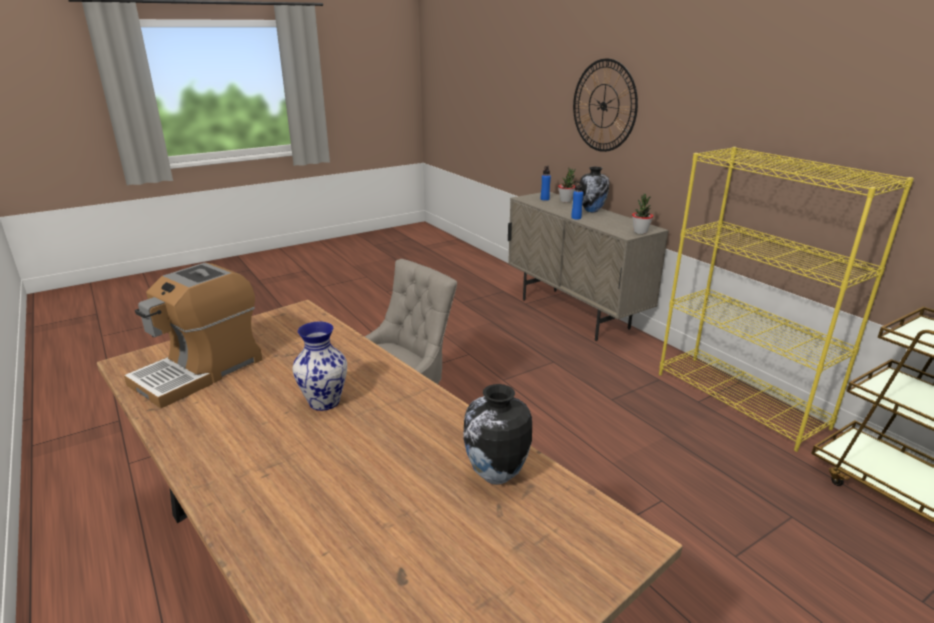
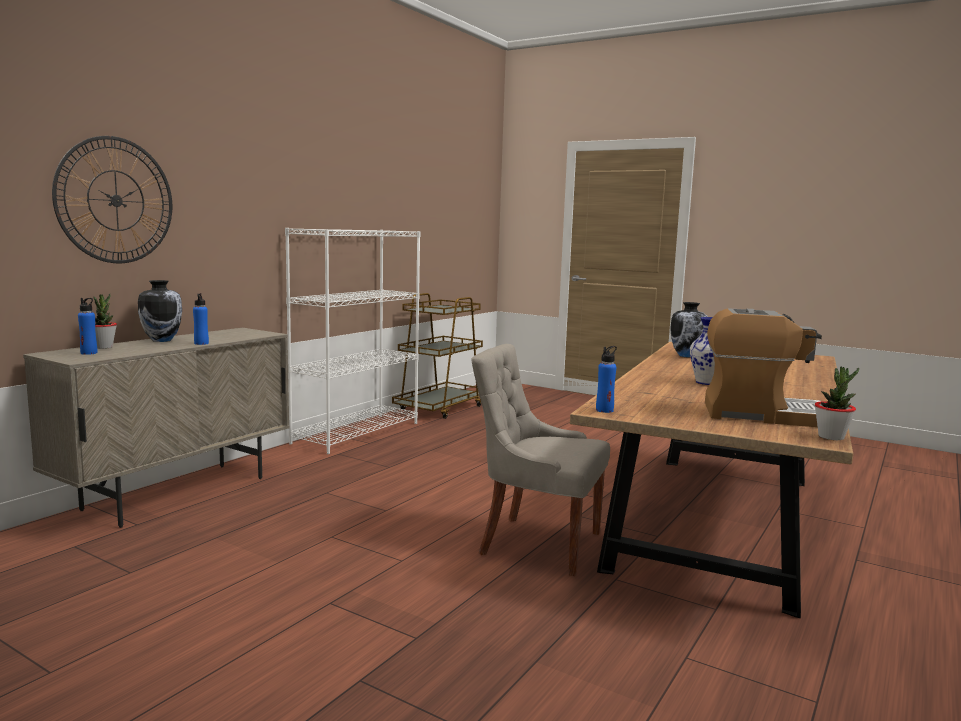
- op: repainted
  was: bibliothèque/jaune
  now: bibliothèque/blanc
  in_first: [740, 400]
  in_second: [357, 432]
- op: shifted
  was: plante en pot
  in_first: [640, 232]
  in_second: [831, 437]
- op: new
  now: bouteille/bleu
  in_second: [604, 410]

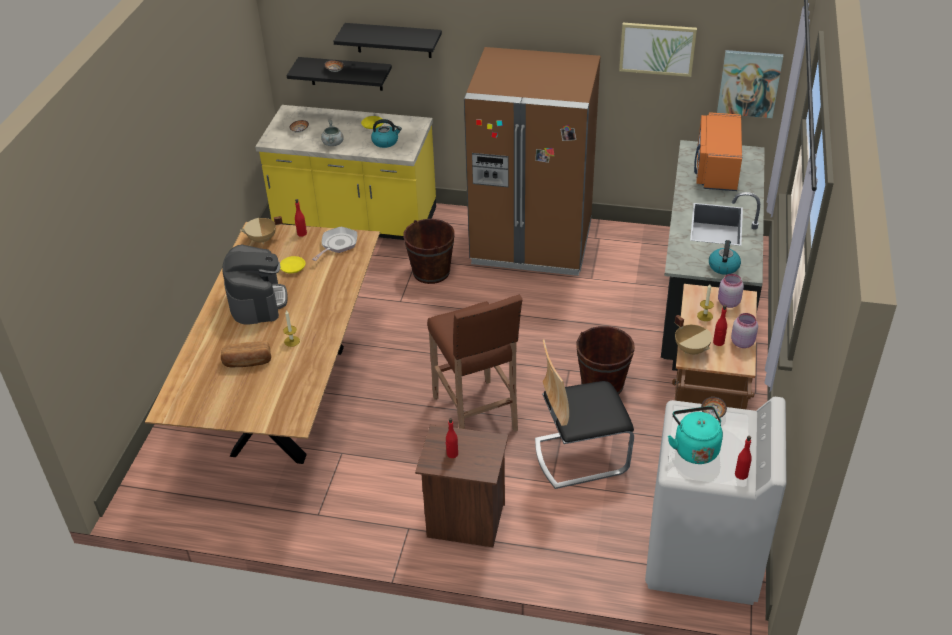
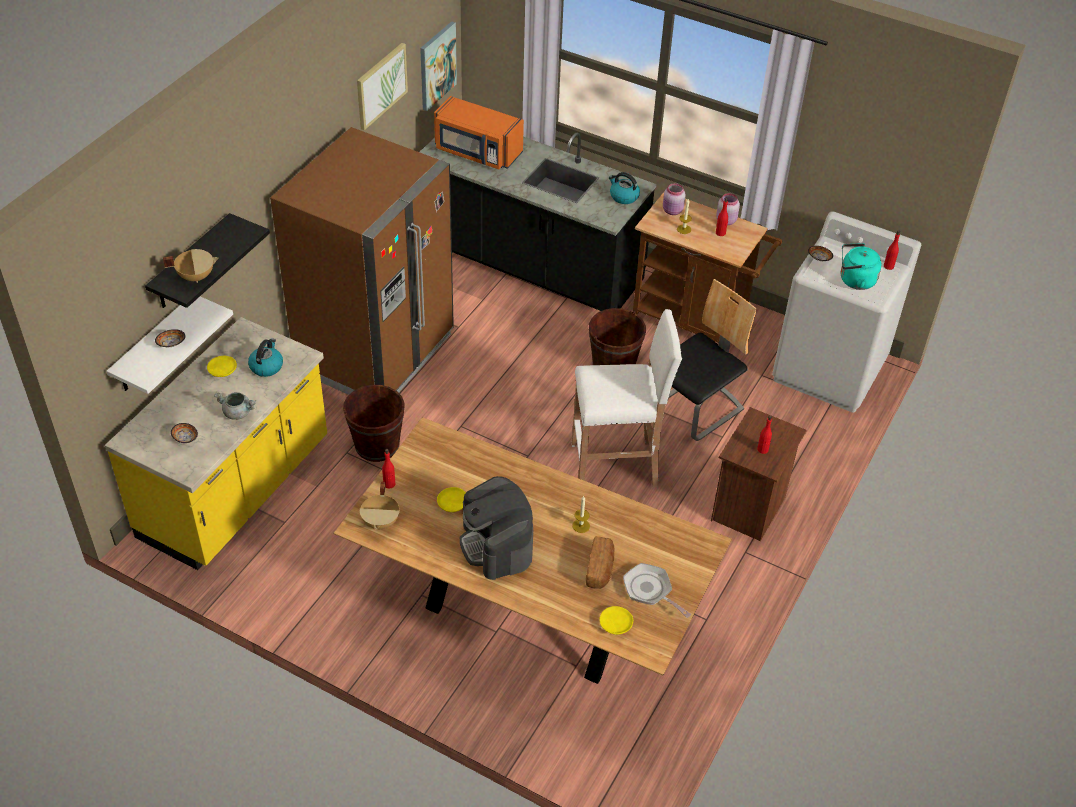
- op: repainted
  was: étagère/noir
  now: étagère/blanc
  in_first: [346, 74]
  in_second: [154, 345]
- op: shifted
  was: poêle
  in_first: [337, 245]
  in_second: [650, 590]
- op: rotated
  was: machine à café
  in_first: [257, 300]
  in_second: [497, 544]
  clockwise: -120
- op: repainted
  was: tabouret/marron
  now: tabouret/blanc
  in_first: [476, 415]
  in_second: [616, 466]
- op: shifted
  was: marmite/beige
  in_first: [691, 349]
  in_second: [196, 276]
- op: rotated
  was: chaise
  in_first: [580, 455]
  in_second: [696, 408]
  clockwise: -135
- op: new
  now: assiette/jaune
  in_second: [615, 624]

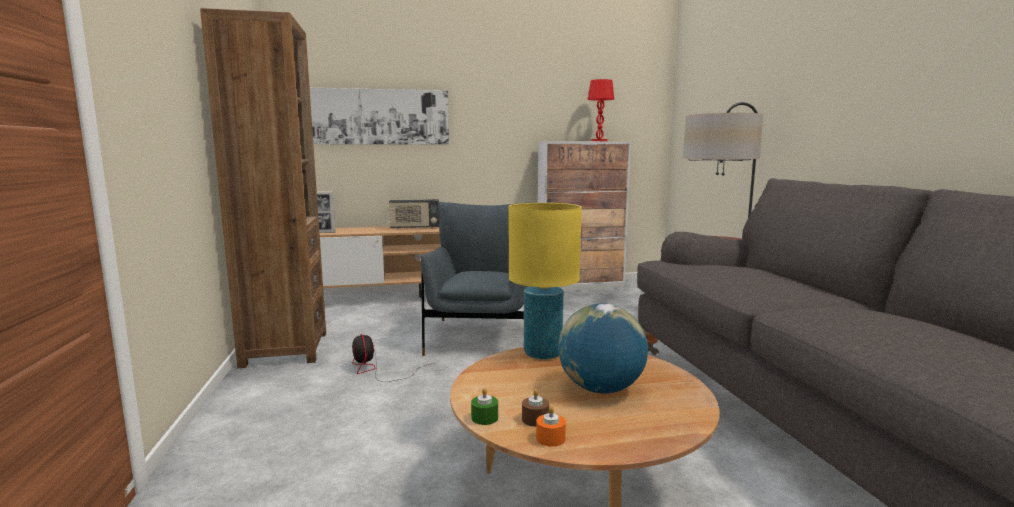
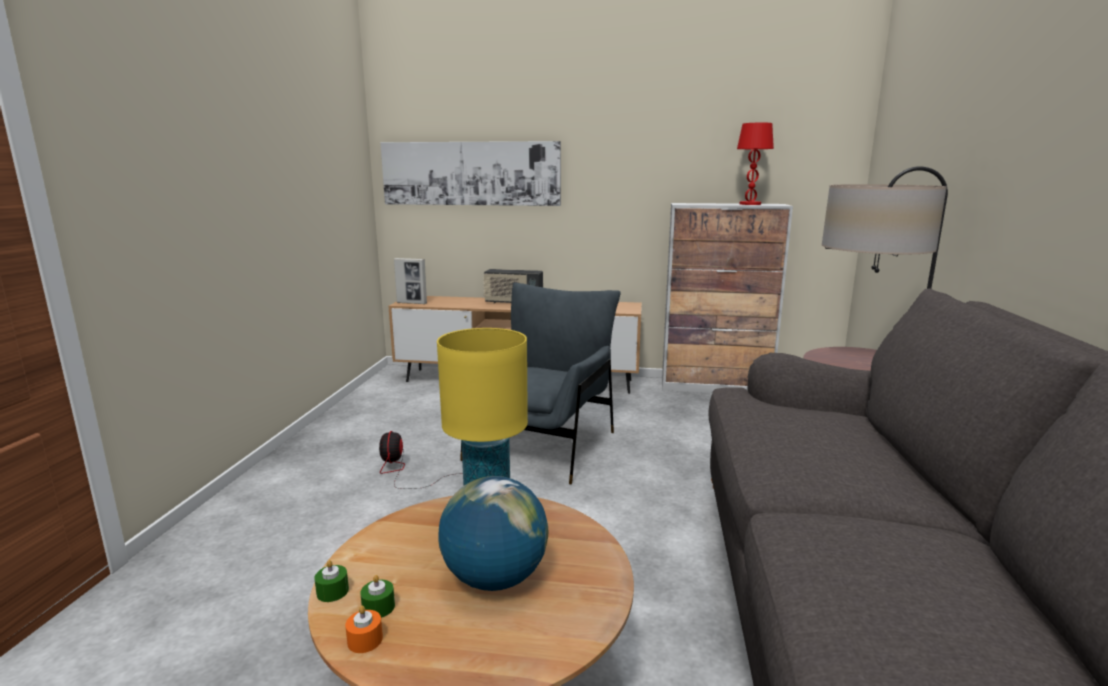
- op: gone
  was: bibliothèque/marron
  in_first: [285, 349]
- op: repainted
  was: bougie/marron
  now: bougie/vert
  in_first: [535, 419]
  in_second: [378, 607]

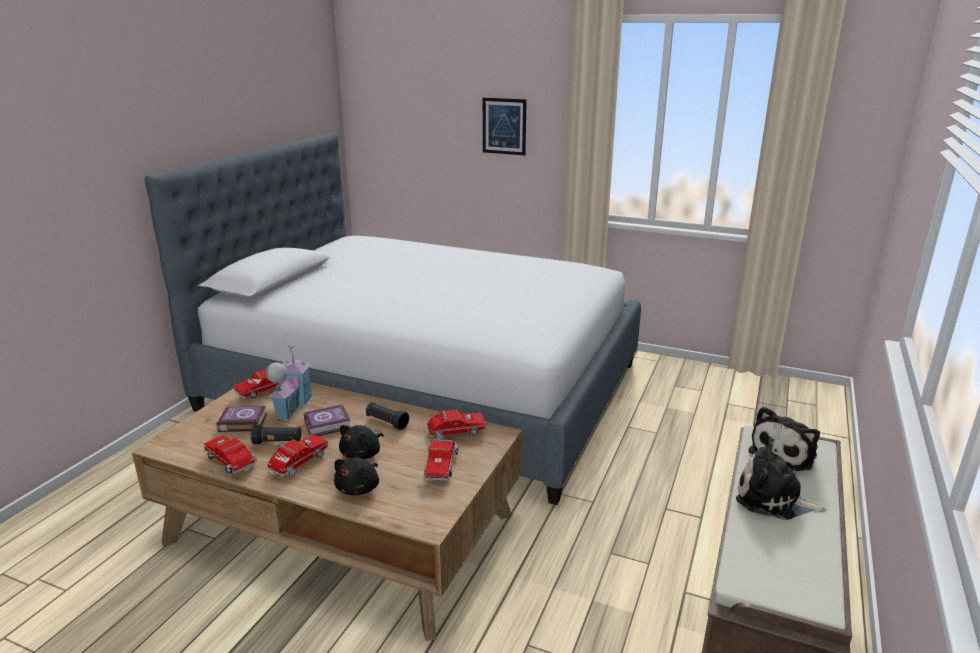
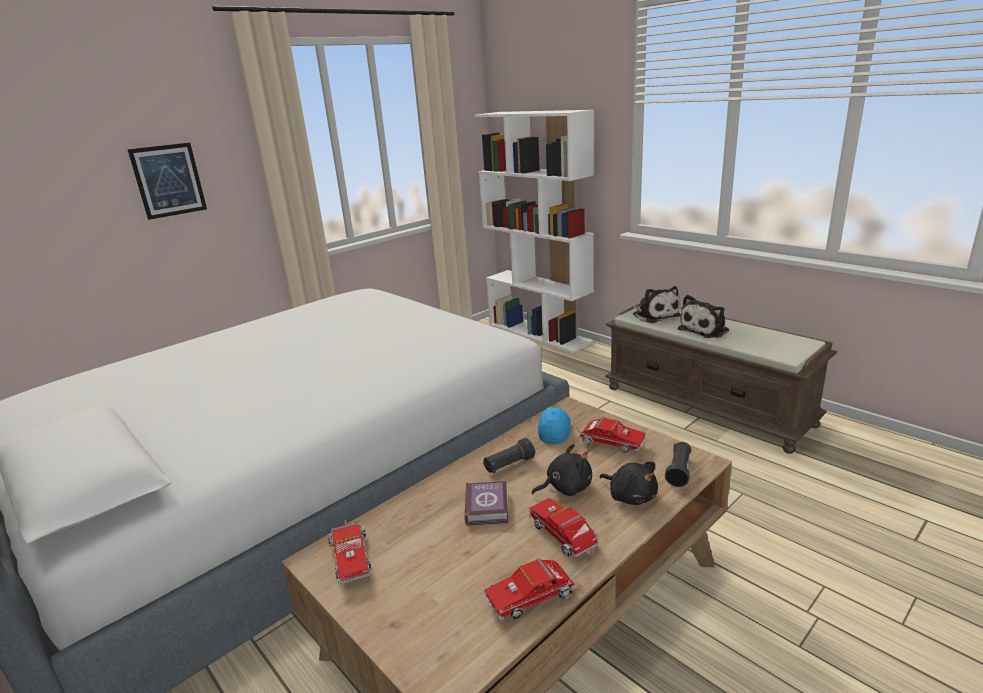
- op: gone
  was: maison miniature
  in_first: [291, 406]
- op: gone
  was: livre
  in_first: [242, 422]
- op: swapped
  was: camion jouet
  now: casquette/bleu
  in_first: [453, 433]
  in_second: [554, 429]
- op: shifted
  was: lampe de poche/noir
  in_first: [278, 442]
  in_second: [679, 471]
- op: rotated
  was: peluche/noir
  in_first: [362, 454]
  in_second: [566, 487]
  clockwise: -75
- op: new
  now: bibliothèque/blanc
  in_second: [540, 333]

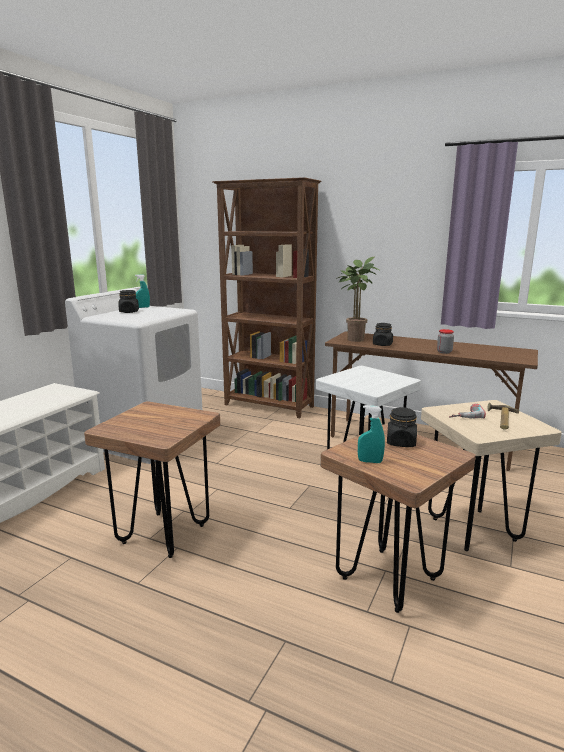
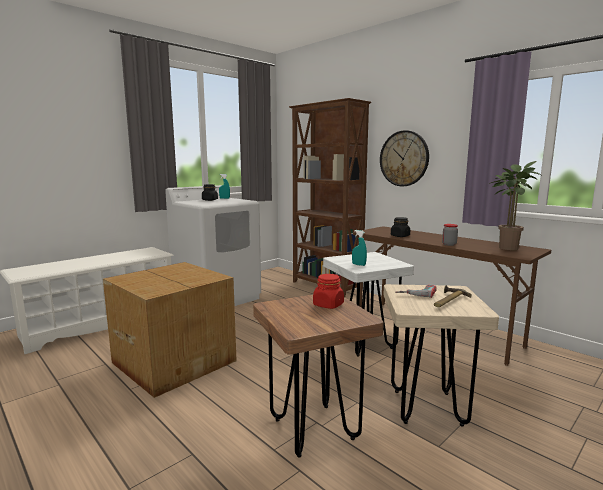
- op: shifted
  was: plante en pot
  in_first: [354, 339]
  in_second: [507, 247]
- op: swapped
  was: tabouret/marron
  now: carton
  in_first: [164, 534]
  in_second: [175, 361]
- op: shifted
  was: vaporisateur/turquoise
  in_first: [370, 461]
  in_second: [358, 265]
- op: repainted
  was: bocal/noir
  now: bocal/rouge
  in_first: [401, 442]
  in_second: [328, 305]
- op: new
  now: horloge murale
  in_second: [404, 158]

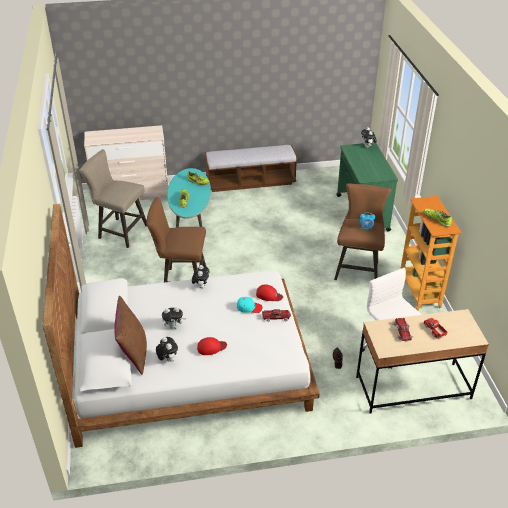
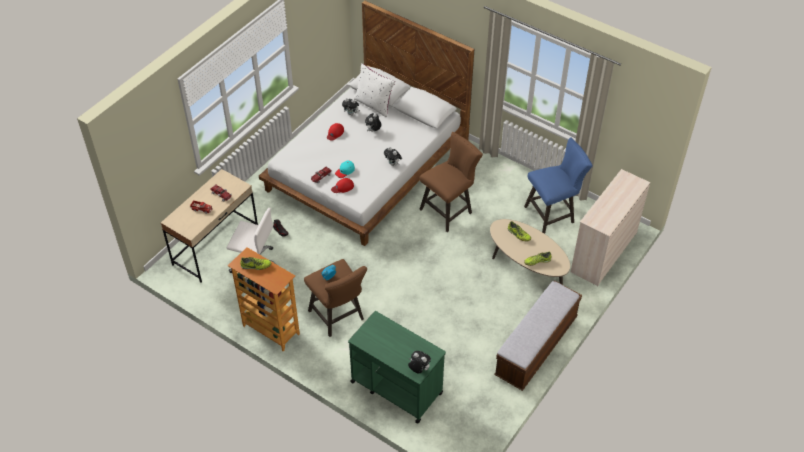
- op: repainted
  was: tabouret/beige
  now: tabouret/bleu
  in_first: [119, 231]
  in_second: [552, 214]
- op: repainted
  was: table basse/turquoise
  now: table basse/beige
  in_first: [190, 216]
  in_second: [526, 268]
- op: repainted
  was: coussin/marron
  now: coussin/blanc
  in_first: [133, 353]
  in_second: [374, 104]

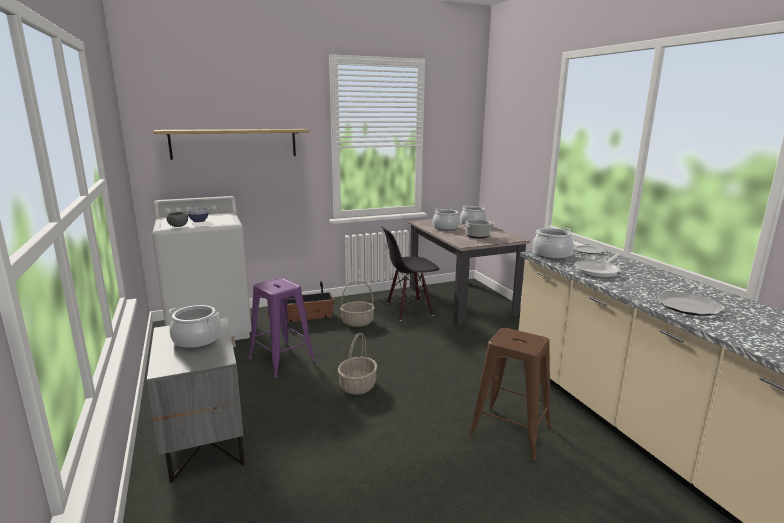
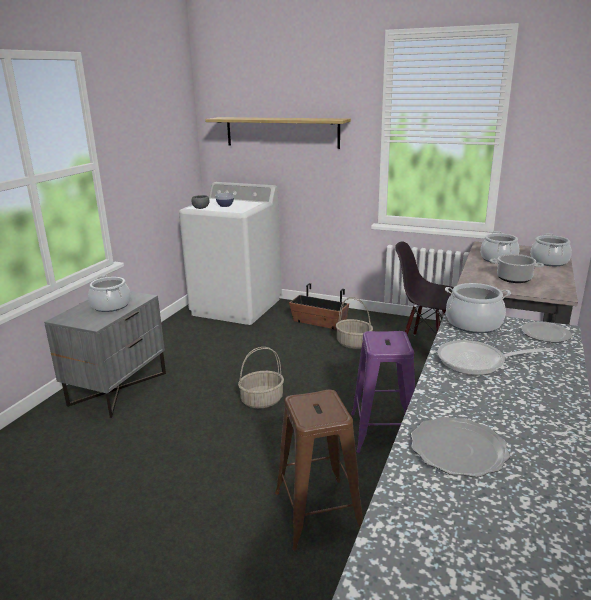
- op: shifted
  was: tabouret/violet
  in_first: [282, 360]
  in_second: [383, 432]

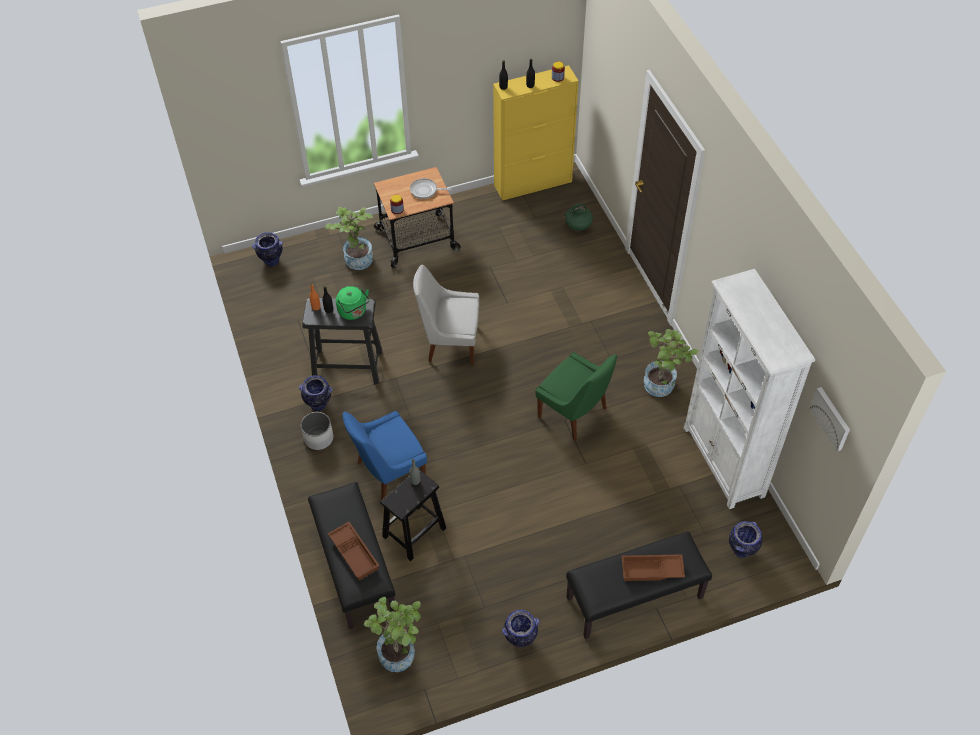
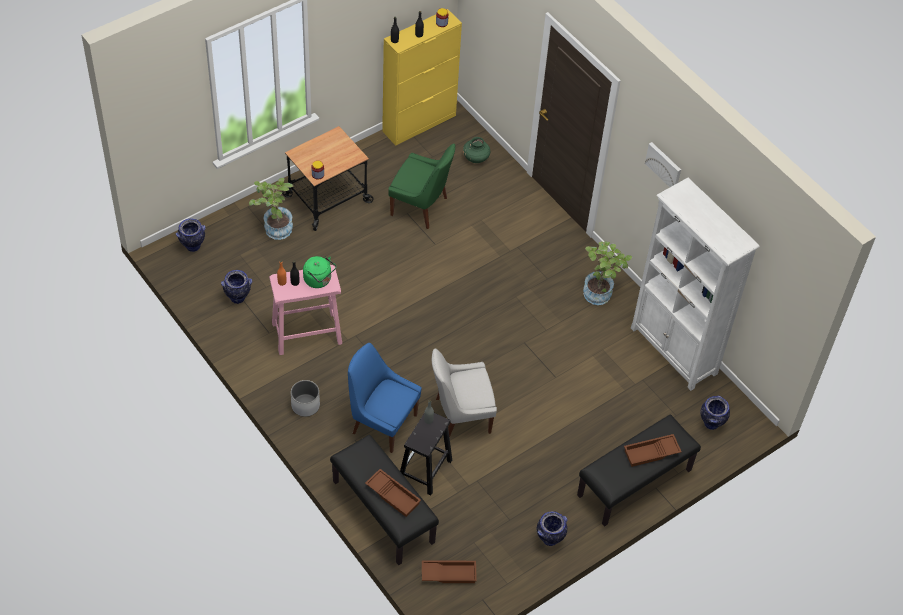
- op: gone
  was: poêle
  in_first: [425, 190]
- op: shifted
  was: chaise/blanc
  in_first: [450, 343]
  in_second: [460, 416]
- op: repainted
  was: tabouret/noir
  now: tabouret/rose
  in_first: [347, 366]
  in_second: [306, 333]
- op: shifted
  was: chaise/vert
  in_first: [574, 414]
  in_second: [421, 207]
- op: shifted
  was: vase
  in_first: [319, 405]
  in_second: [238, 298]
- op: shifted
  was: tableau
  in_first: [831, 418]
  in_second: [664, 165]
- op: rotated
  was: chaise/bleu
  in_first: [388, 473]
  in_second: [382, 423]
  clockwise: 75
- op: swapped
  was: plante en pot
  now: plateau/marron
  in_first: [399, 651]
  in_second: [449, 573]

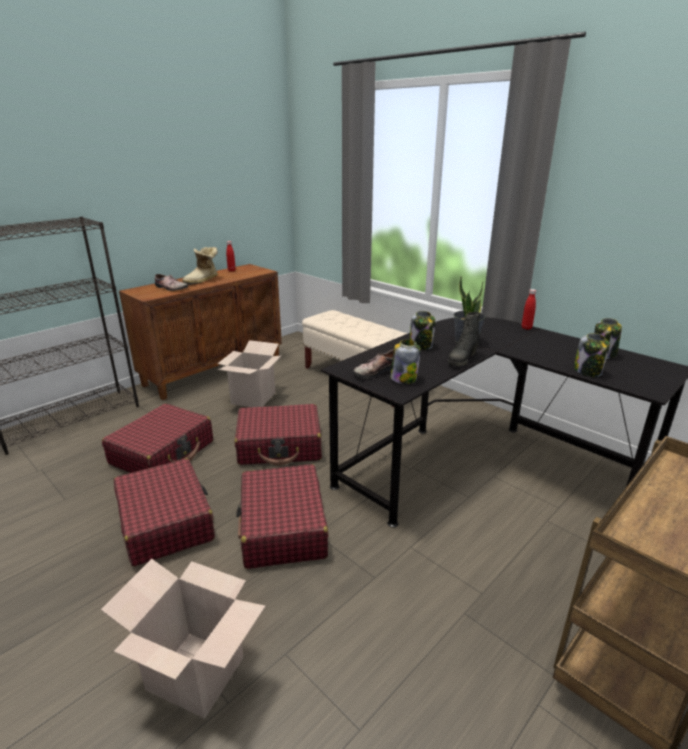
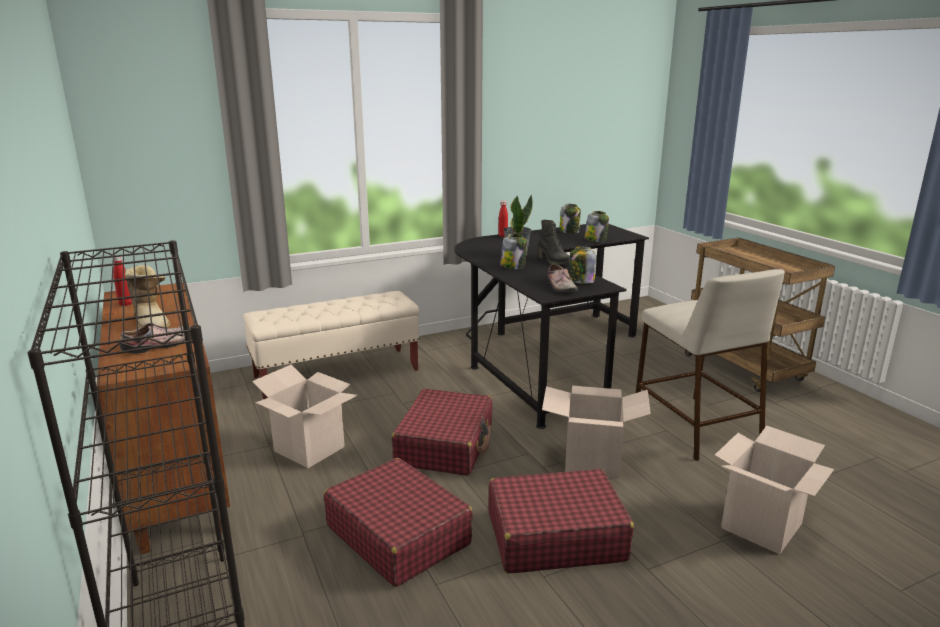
- op: swapped
  was: valise/rouge
  now: carton
  in_first: [283, 527]
  in_second: [591, 462]
- op: new
  now: tabouret/beige
  in_second: [694, 426]

